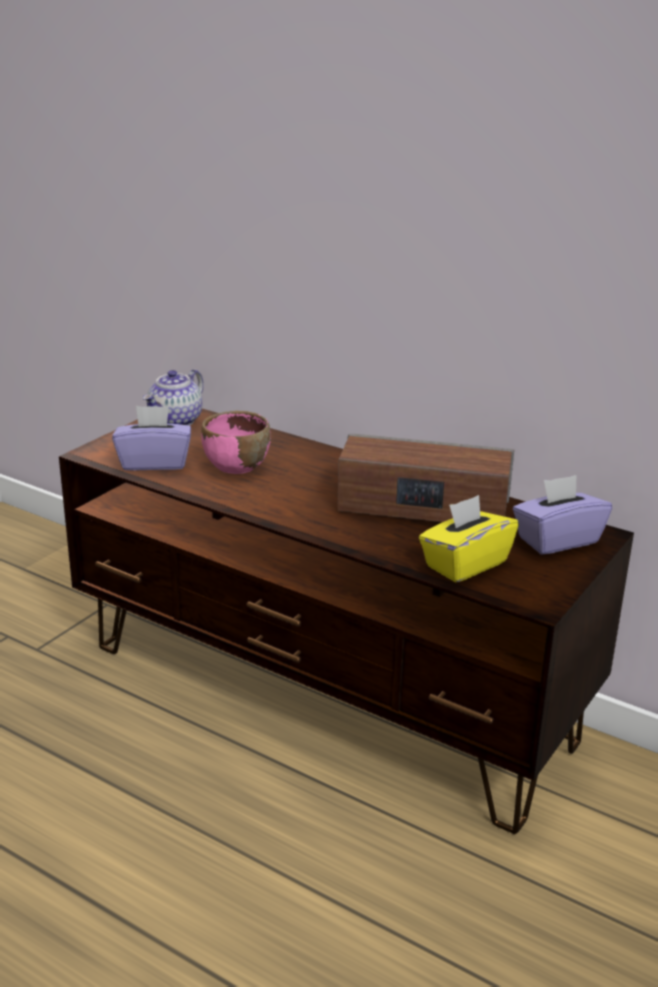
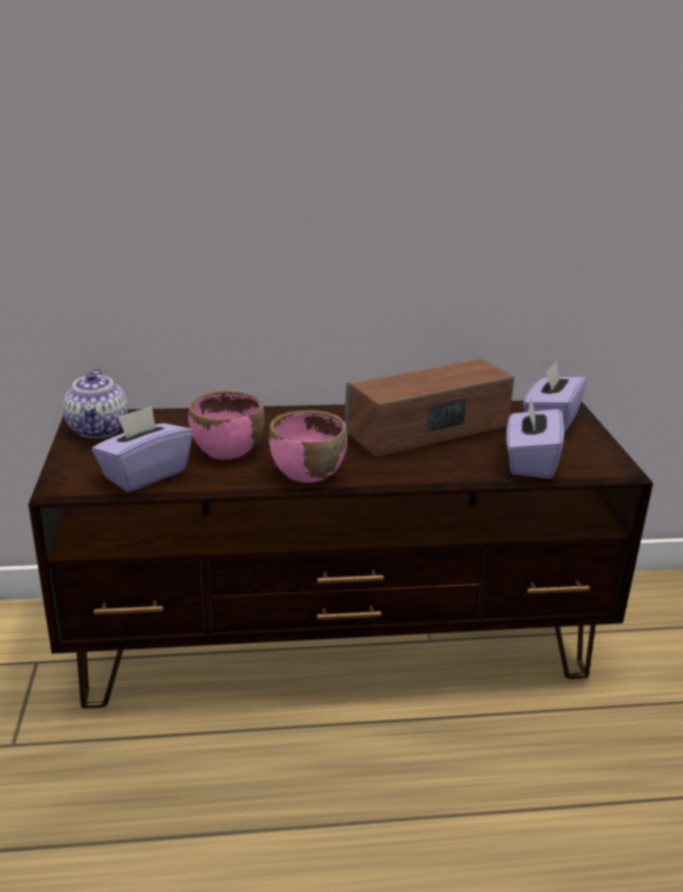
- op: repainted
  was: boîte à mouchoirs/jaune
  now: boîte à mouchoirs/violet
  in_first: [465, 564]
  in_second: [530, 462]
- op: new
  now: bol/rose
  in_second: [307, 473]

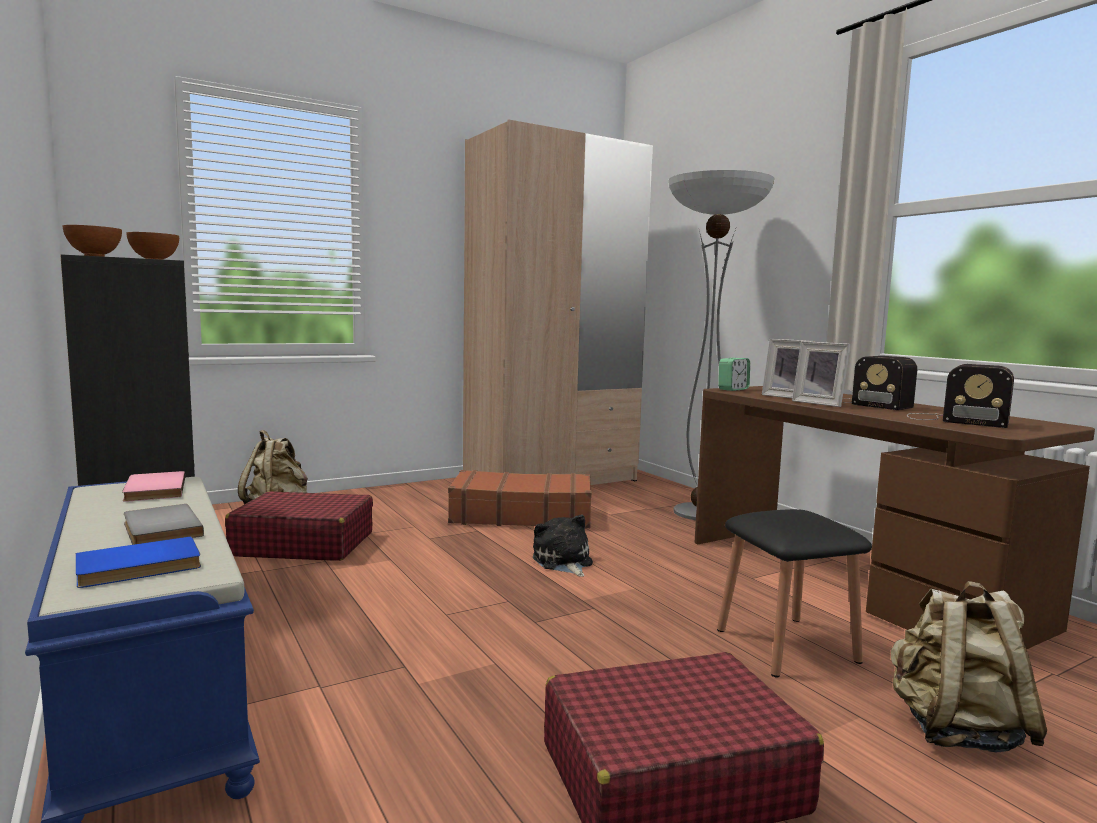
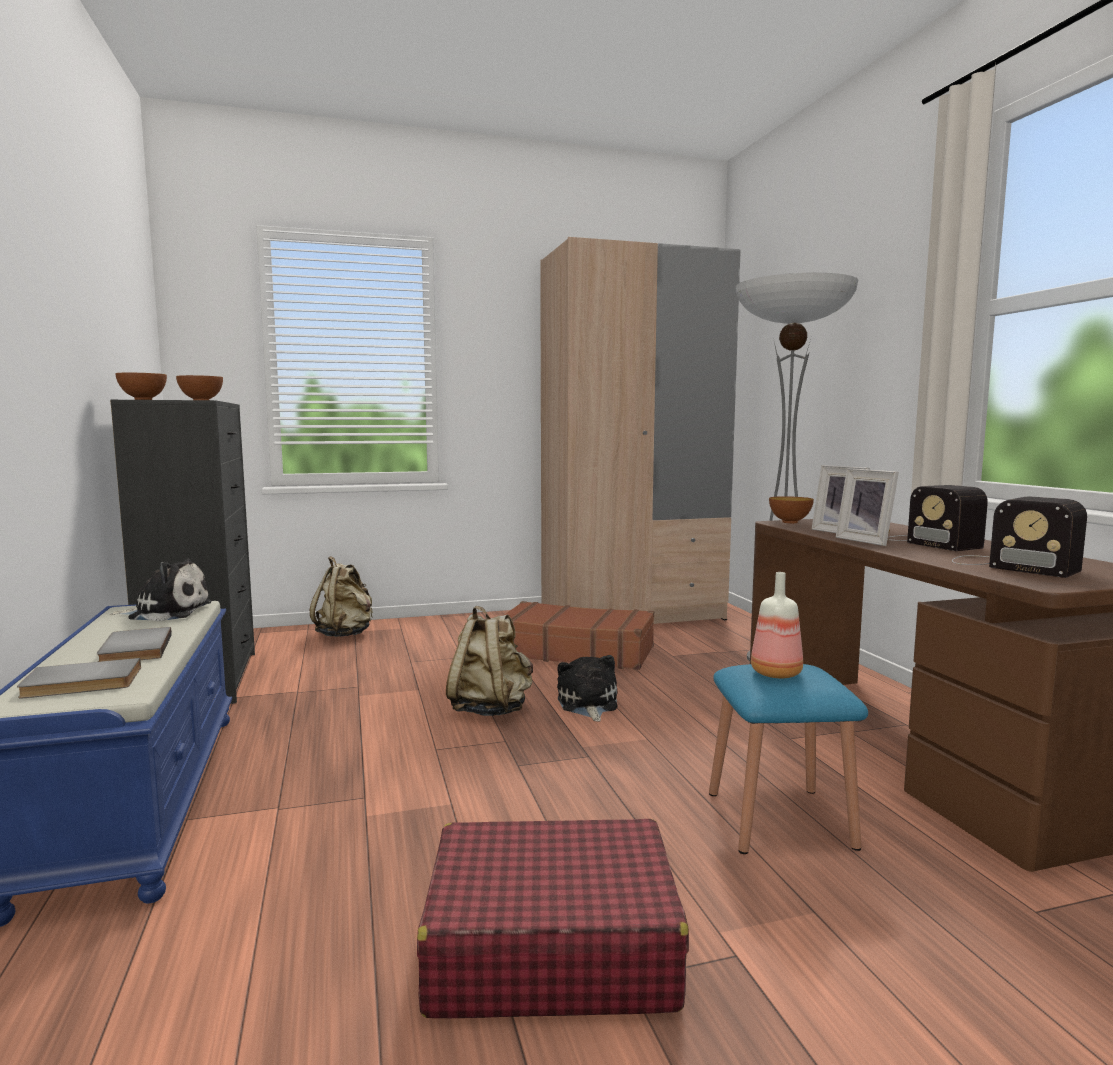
- op: swapped
  was: réveil
  now: bol
  in_first: [733, 389]
  in_second: [790, 522]
- op: swapped
  was: livre/rose
  now: peluche
  in_first: [152, 490]
  in_second: [166, 612]
- op: gone
  was: valise/rouge
  in_first: [303, 544]
- op: repainted
  was: tabouret/noir
  now: tabouret/bleu
  in_first: [786, 645]
  in_second: [779, 819]
- op: repainted
  was: livre/bleu
  now: livre/gris
  in_first: [139, 567]
  in_second: [81, 683]
- op: shifted
  was: sac à dos/beige
  in_first: [956, 731]
  in_second: [491, 709]
- op: new
  now: bouteille
  in_second: [777, 674]

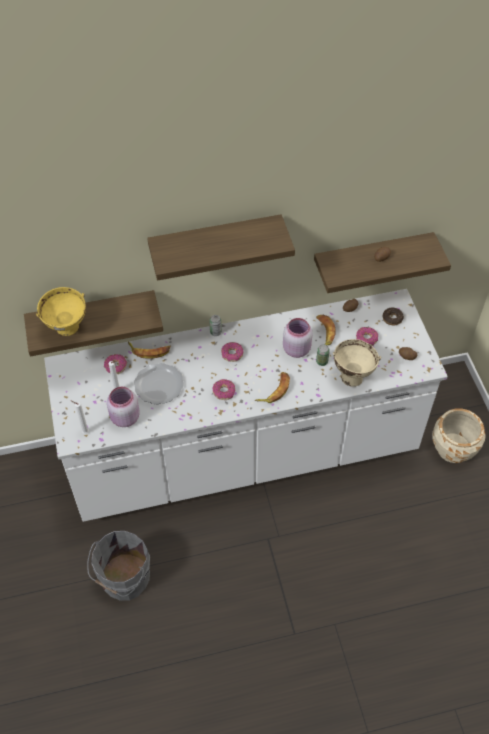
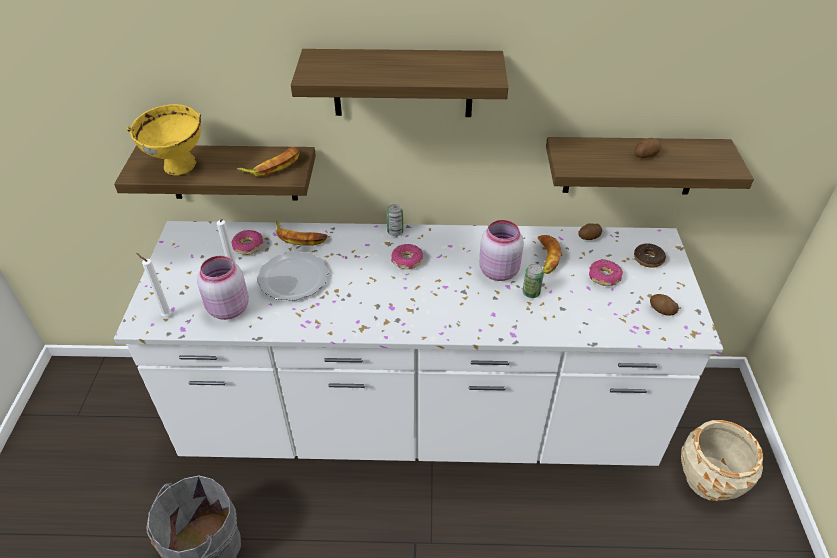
- op: gone
  was: bol/beige
  in_first: [352, 376]
- op: shifted
  was: banane
  in_first: [274, 390]
  in_second: [273, 165]
- op: gone
  was: beignet
  in_first: [224, 392]

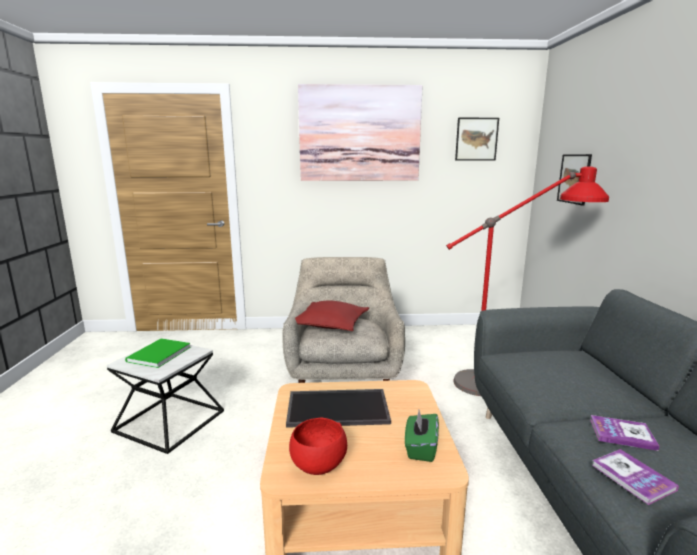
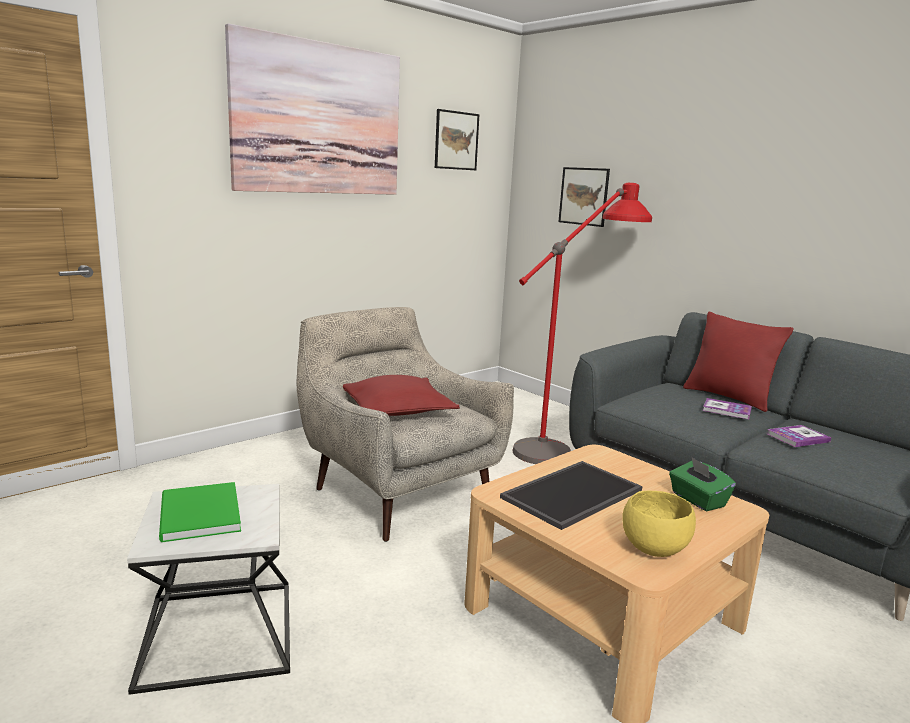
- op: repainted
  was: bol/rouge
  now: bol/jaune
  in_first: [317, 466]
  in_second: [654, 549]
- op: shifted
  was: livre
  in_first: [632, 477]
  in_second: [726, 410]
- op: new
  now: coussin/rouge
  in_second: [728, 397]

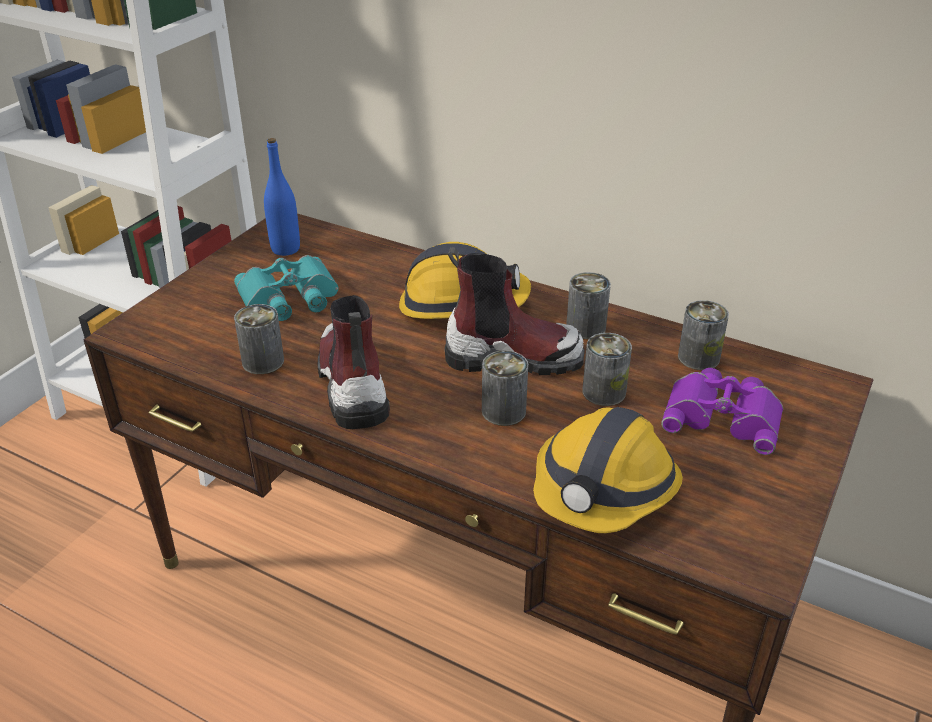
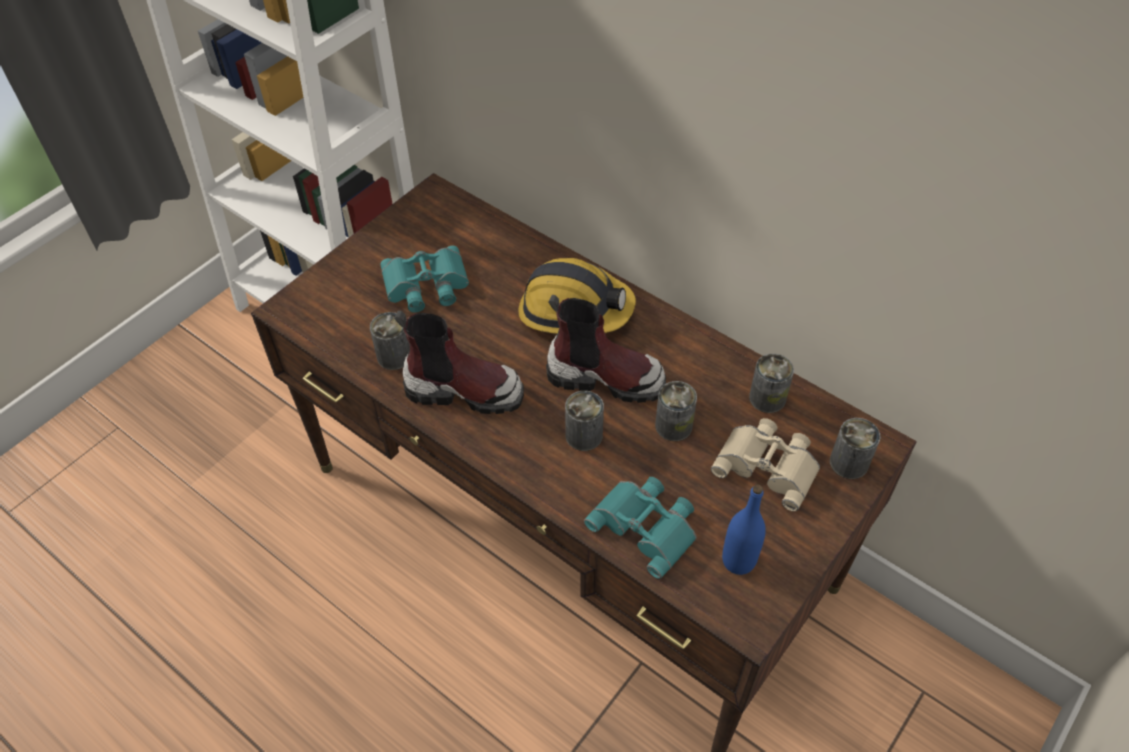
- op: shifted
  was: bouteille/bleu
  in_first: [285, 249]
  in_second: [738, 560]
- op: shifted
  was: boîte métallique
  in_first: [586, 327]
  in_second: [849, 462]
- op: rotated
  was: botte
  in_first: [352, 384]
  in_second: [464, 390]
  clockwise: 105
- op: repainted
  was: jumelles/violet
  now: jumelles/beige
  in_first: [723, 416]
  in_second: [768, 465]
- op: swapped
  was: casque de chantier
  now: jumelles/turquoise
  in_first: [604, 489]
  in_second: [647, 526]

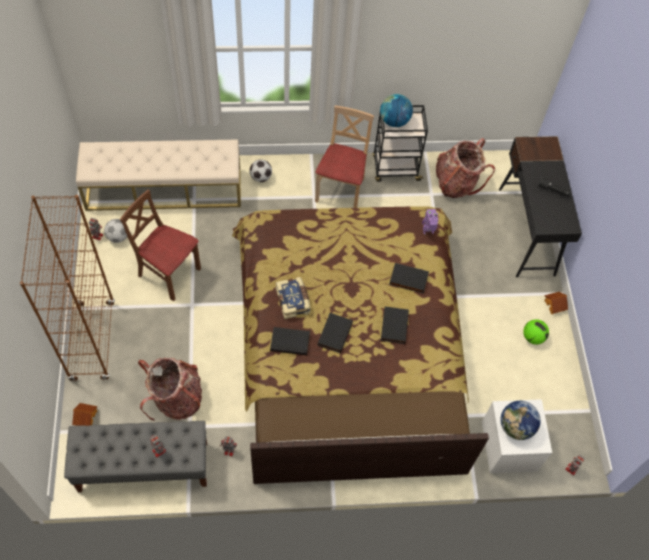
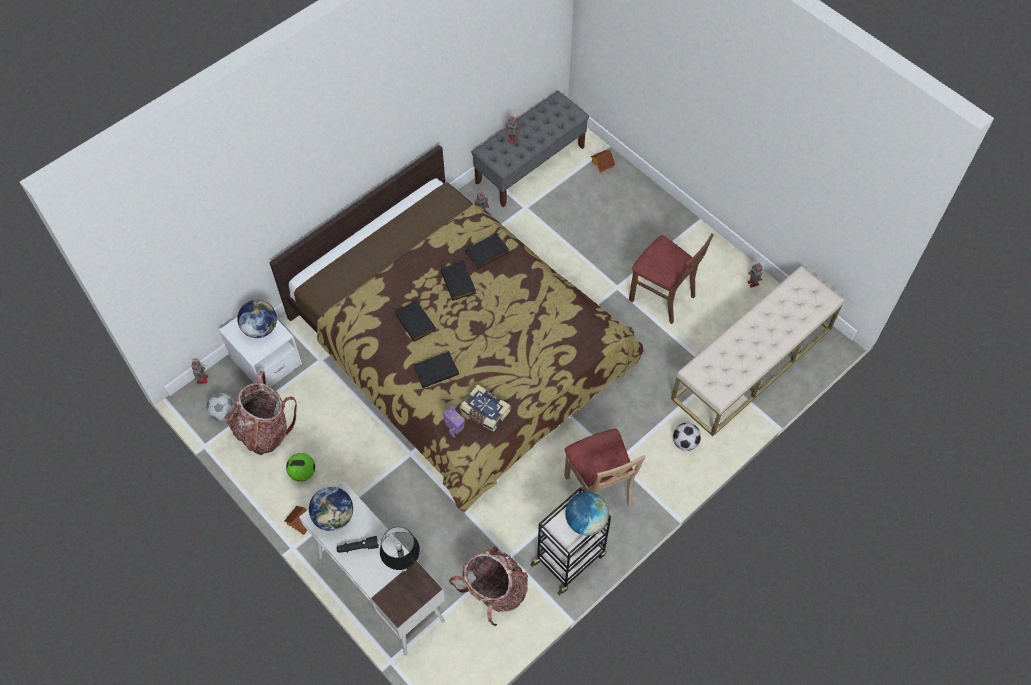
- op: repainted
  was: bureau/noir
  now: bureau/blanc
  in_first: [526, 231]
  in_second: [380, 588]
- op: rotated
  was: chaise/marron
  in_first: [169, 273]
  in_second: [662, 297]
  clockwise: 45
- op: gone
  was: bibliothèque/marron
  in_first: [92, 341]
- op: shifted
  was: ballon de foot
  in_first: [118, 237]
  in_second: [223, 413]
- op: shifted
  was: livre
  in_first: [293, 301]
  in_second: [484, 412]
- op: shifted
  was: sac à dos
  in_first: [176, 399]
  in_second: [264, 430]
- op: new
  now: globe
  in_second: [334, 517]
- op: new
  now: lampe de table
  in_second: [404, 568]

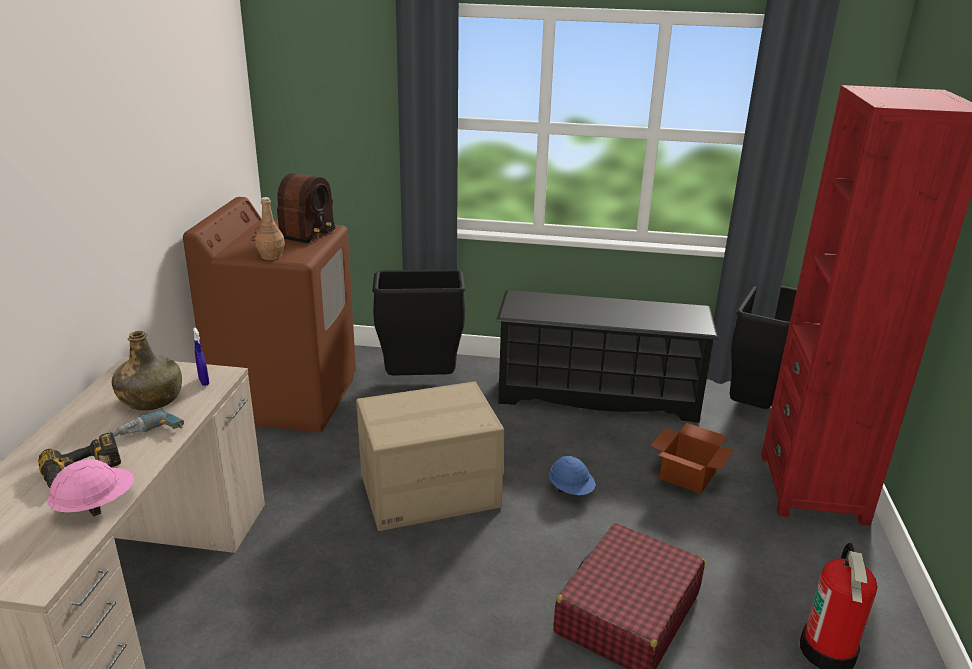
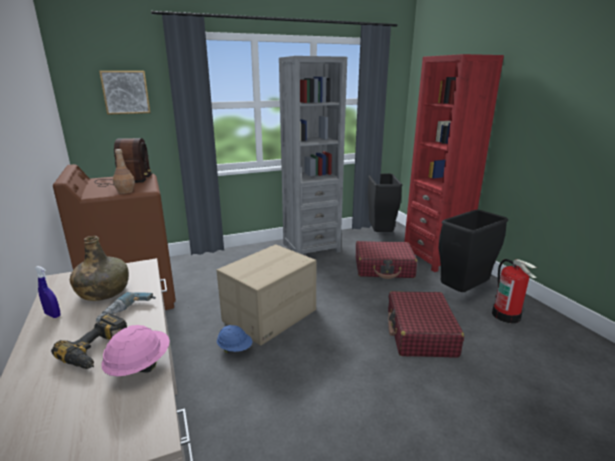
- op: shifted
  was: poubelle/noir
  in_first: [420, 381]
  in_second: [462, 292]
- op: swapped
  was: étagère à chaussures/noir
  now: bibliothèque/gris
  in_first: [598, 395]
  in_second: [311, 248]
- op: shifted
  was: vaporisateur/bleu
  in_first: [204, 381]
  in_second: [53, 315]
- op: swapped
  was: carton
  now: valise/rouge
  in_first: [689, 475]
  in_second: [384, 268]
- op: shifted
  was: casque de chantier/bleu
  in_first: [571, 490]
  in_second: [235, 349]
- op: new
  now: tableau
  in_second: [125, 92]

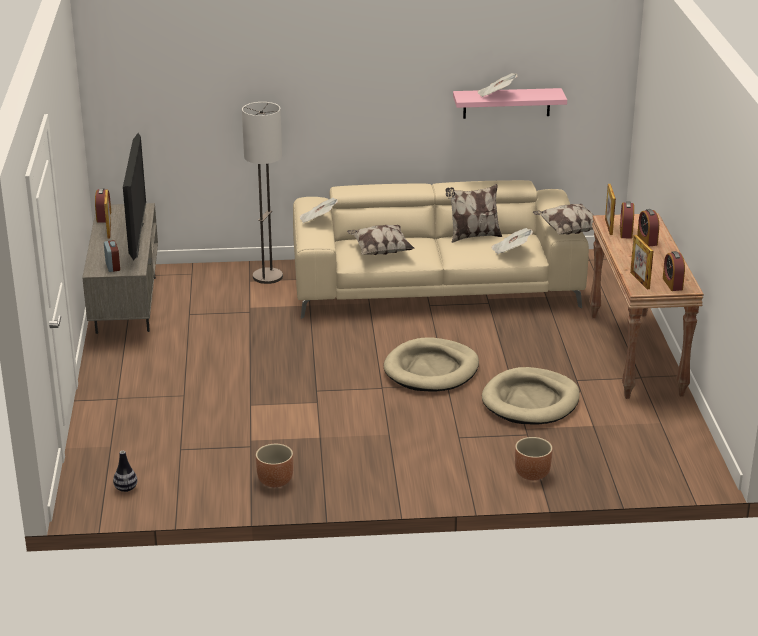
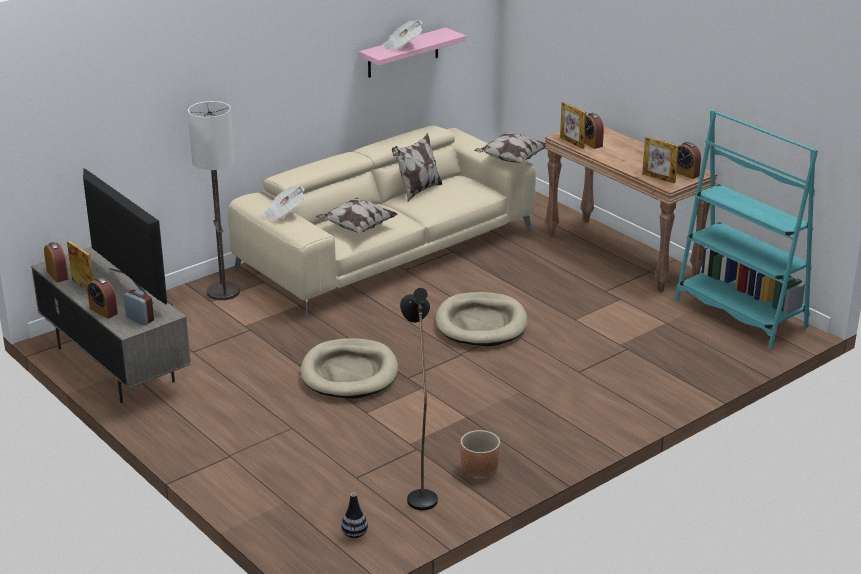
- op: shifted
  was: réveil
  in_first: [647, 240]
  in_second: [103, 311]
- op: gone
  was: journal
  in_first: [510, 250]
- op: shifted
  was: panier pour chien/beige
  in_first: [531, 401]
  in_second: [349, 373]
- op: gone
  was: cache-pot/marron
  in_first: [532, 474]
- op: new
  now: bibliothèque/turquoise
  in_second: [740, 314]
- op: new
  now: lampadaire/noir
  in_second: [419, 494]

